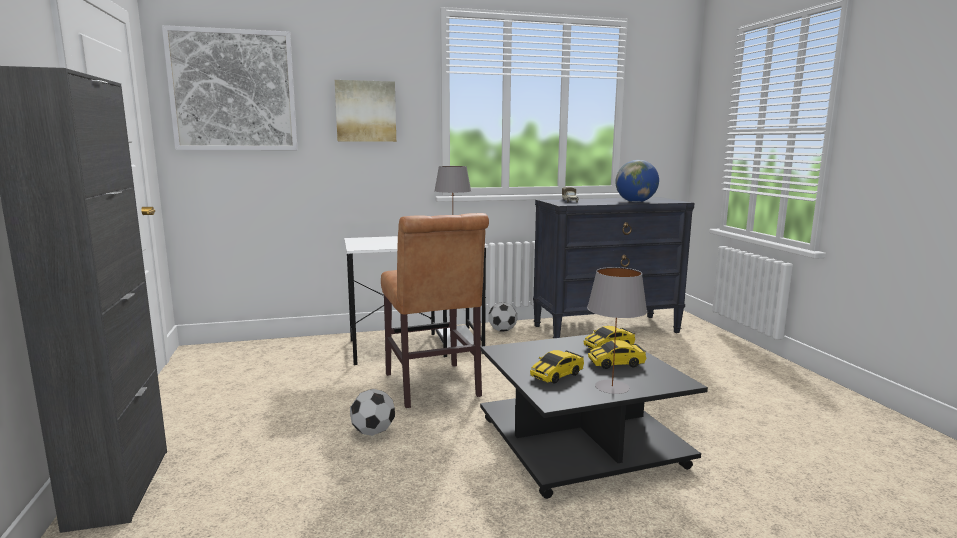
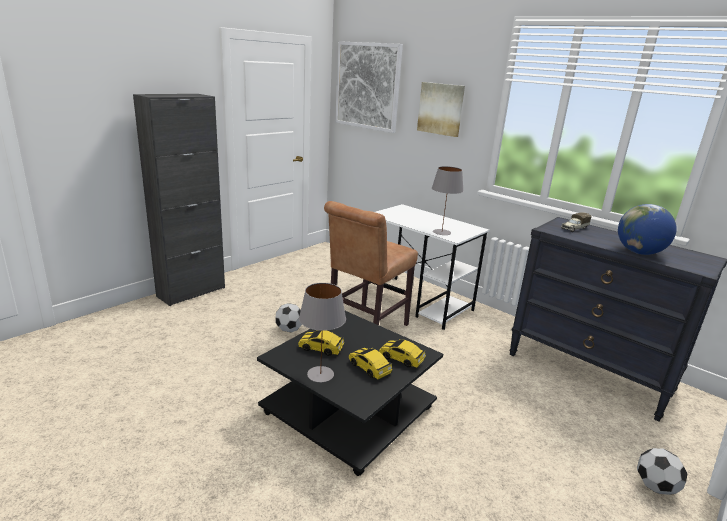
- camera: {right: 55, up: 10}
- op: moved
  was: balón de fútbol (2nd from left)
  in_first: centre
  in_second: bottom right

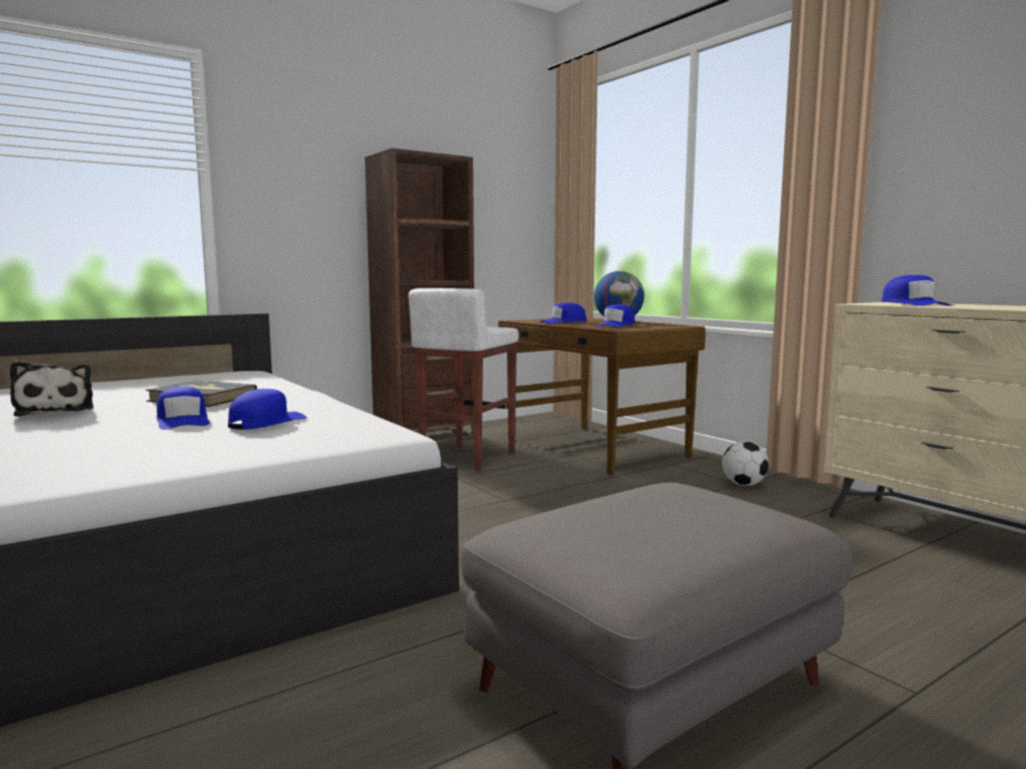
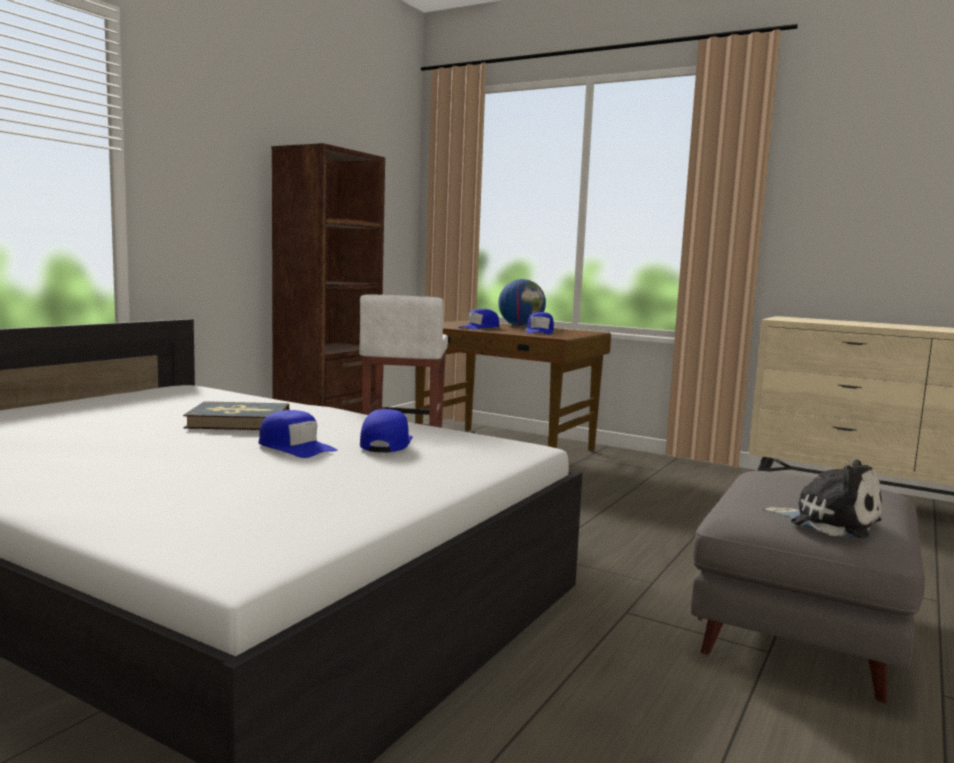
- camera: {right: -25, up: 0}
- op: moved
  was: peluche
  in_first: middle left
  in_second: middle right
- op: removed
  was: balón de fútbol
  in_first: middle right
- op: removed
  was: gorra/azul (5th from left)
  in_first: middle right

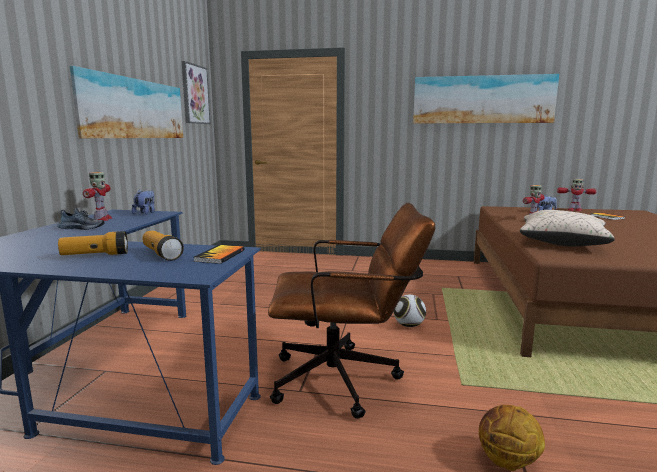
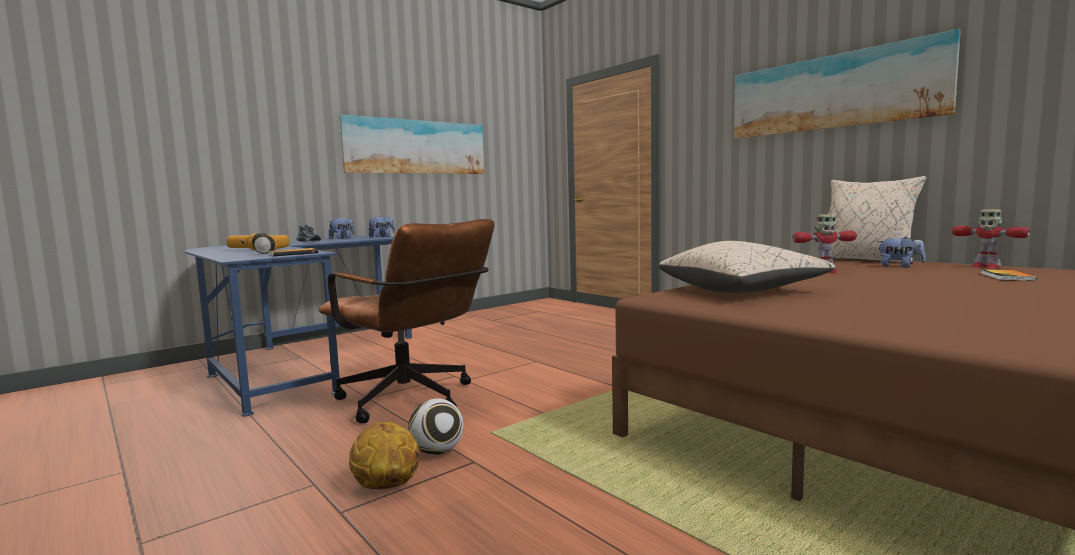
- camera: {right: 40, up: -5}
- op: replaced
  was: robot de juguete (1st from left)
  now: peluche (1st from left)
  in_first: middle left
  in_second: middle left
- op: moved
  was: balón de fútbol
  in_first: centre
  in_second: bottom centre
- op: added
  now: cojín/beis (2nd from left)
  in_second: middle right
- op: removed
  was: cuadro (2nd from left)
  in_first: top left

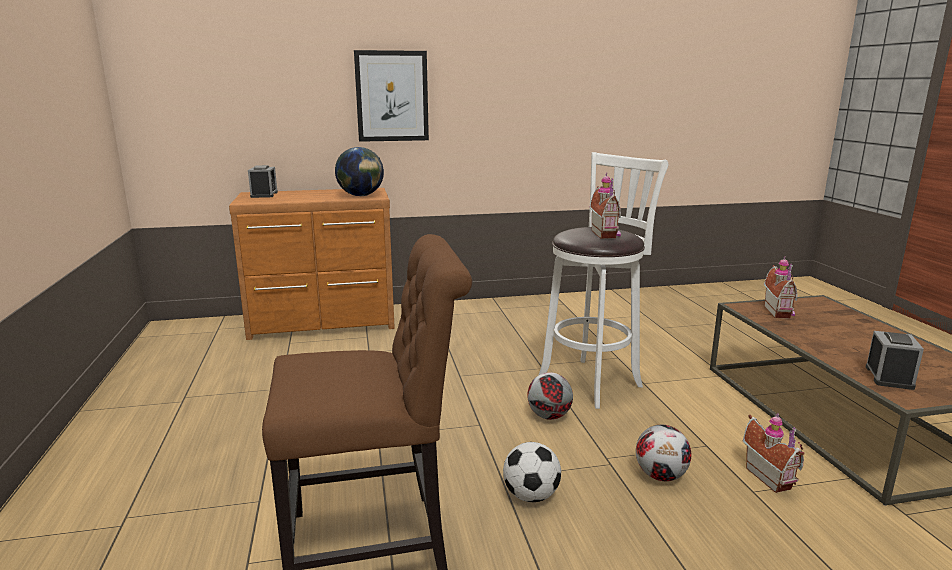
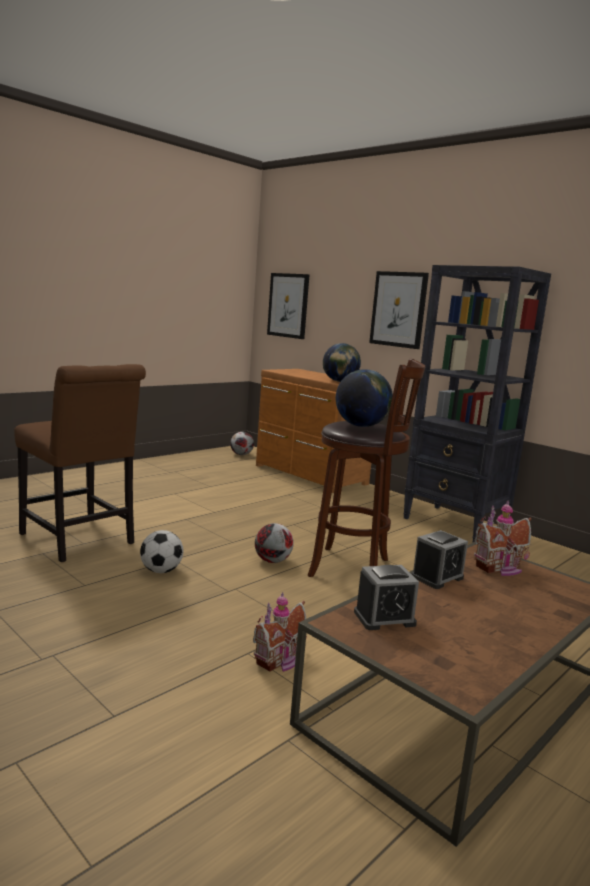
- camera: {right: 55, up: -5}
- op: moved
  was: balón de fútbol (3rd from left in the first image)
  now: balón de fútbol (2nd from left)
  in_first: bottom right
  in_second: centre
- op: added
  now: cuadro (1st from left)
  in_second: centre
- op: recoloured
  was: taburete/blanco
  now: taburete/marrón
  in_first: centre
  in_second: centre
- op: replaced
  was: casita (1st from left)
  now: globo terráqueo (2nd from left)
  in_first: centre
  in_second: centre
- op: added
  now: estantería/negro
  in_second: middle right
- op: moved
  was: despertador (1st from left in the first image)
  now: despertador (2nd from left)
  in_first: top left
  in_second: middle right

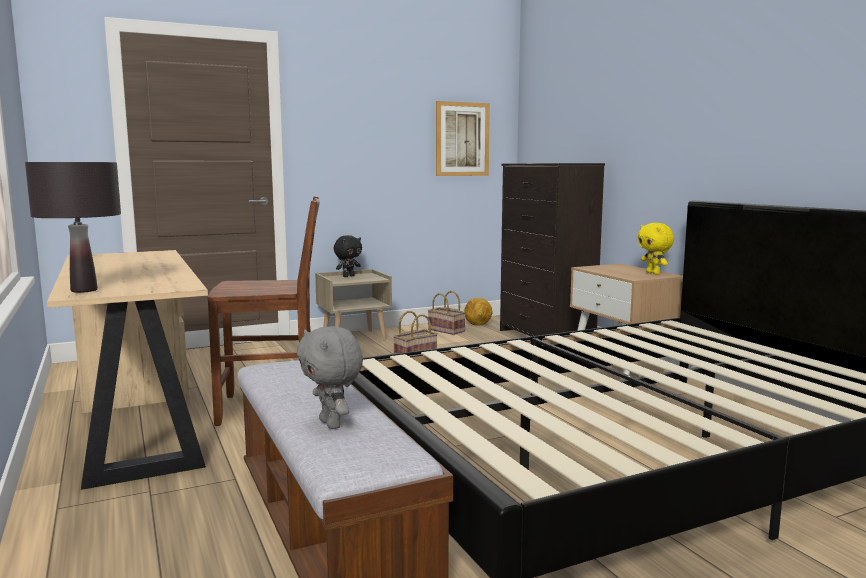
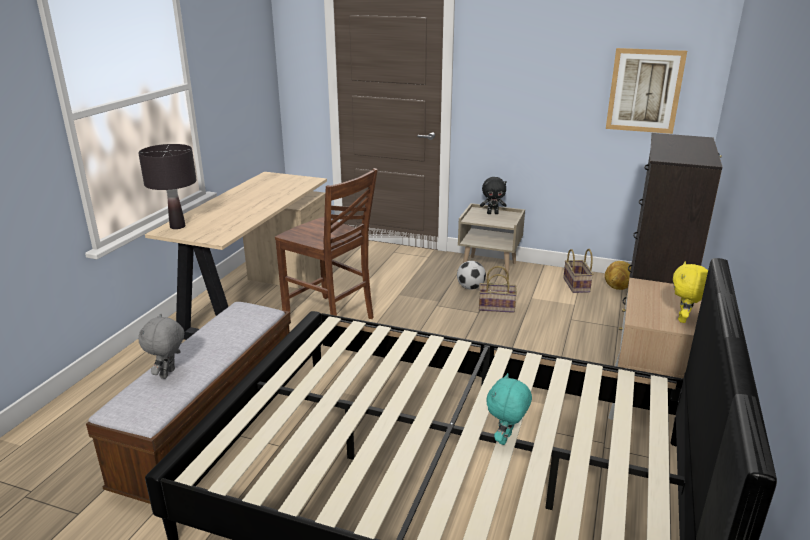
- camera: {right: 45, up: 15}
- op: added
  now: balón de fútbol (1st from left)
  in_second: centre
- op: added
  now: peluche/turquesa
  in_second: bottom centre

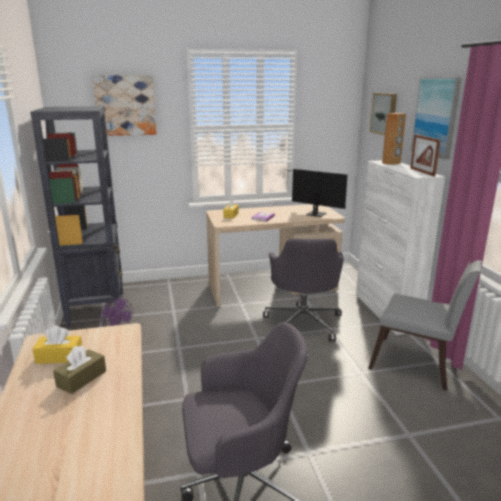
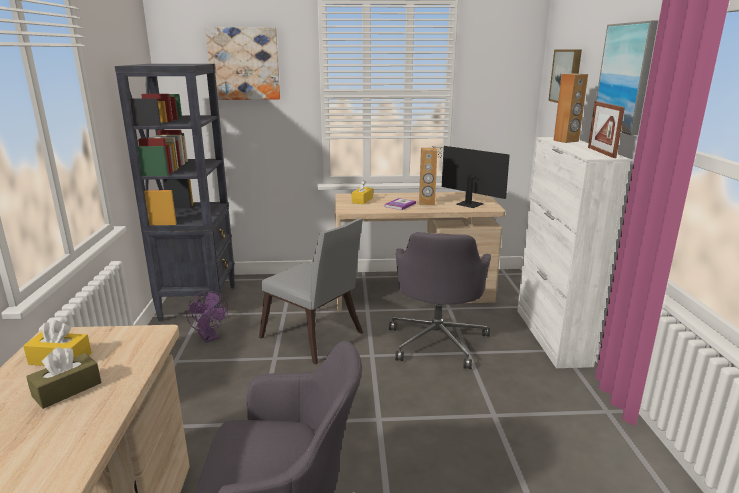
- camera: {right: 10, up: 0}
- op: moved
  was: silla/gris
  in_first: middle right
  in_second: centre
- op: added
  now: altavoz/marrón (1st from left)
  in_second: centre

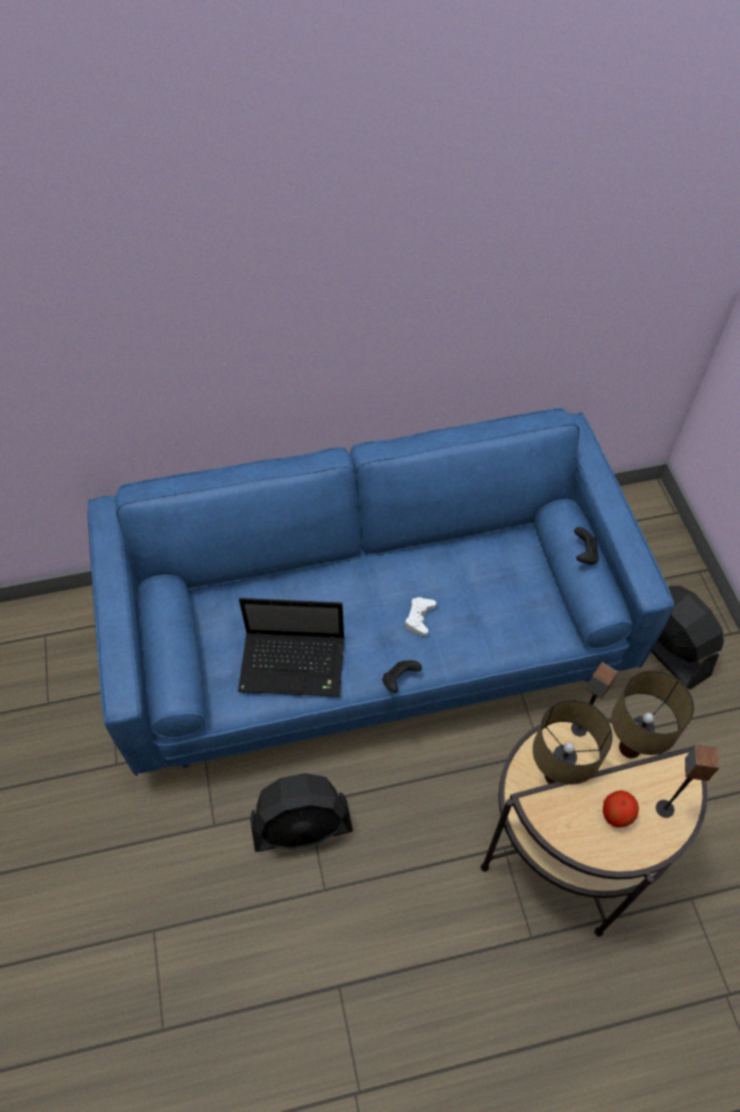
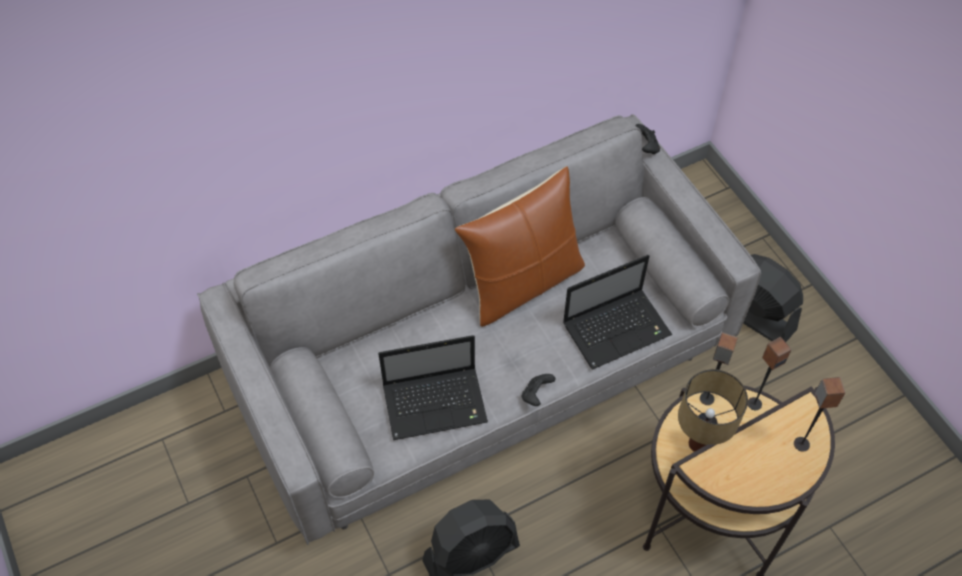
- camera: {right: -15, up: 0}
- op: recoloured
  was: sofá/azul
  now: sofá/gris
  in_first: centre
  in_second: centre
- op: added
  now: cojín/marrón
  in_second: centre
- op: added
  now: portátil (2nd from left)
  in_second: centre
- op: moved
  was: mando de consola/negro (2nd from left)
  in_first: middle right
  in_second: top right
- op: replaced
  was: lámpara de mesa (2nd from left)
  now: altavoz (2nd from left)
  in_first: middle right
  in_second: middle right
- op: removed
  was: mando de consola/blanco
  in_first: centre
- op: removed
  was: manzana
  in_first: bottom right

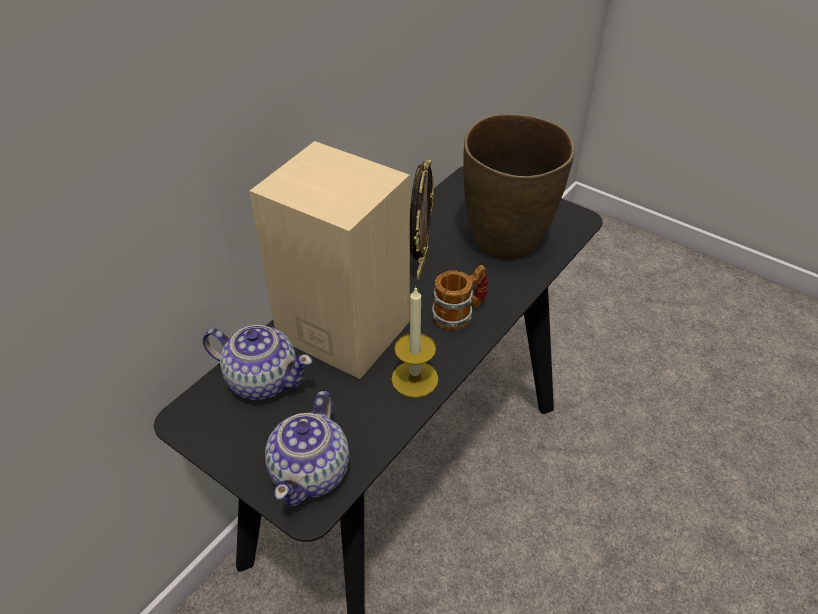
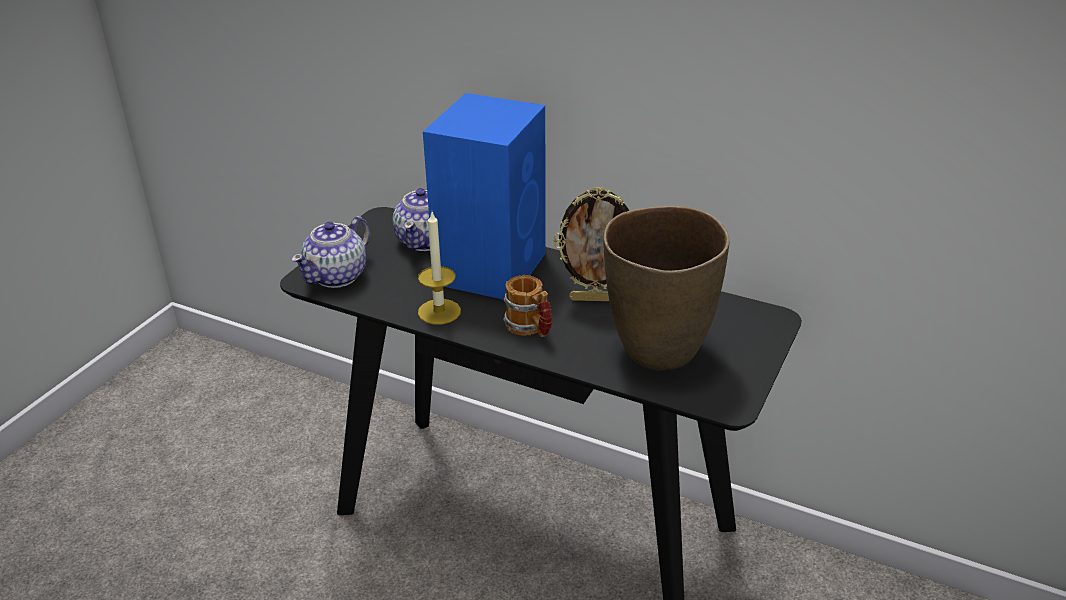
- camera: {right: 80, up: -10}
- op: turned
  was: tetera (2nd from left in the first image)
  in_first: bottom centre
  in_second: middle left
  clockwise: -60
- op: recoloured
  was: altavoz/beis
  now: altavoz/azul
  in_first: centre
  in_second: top centre

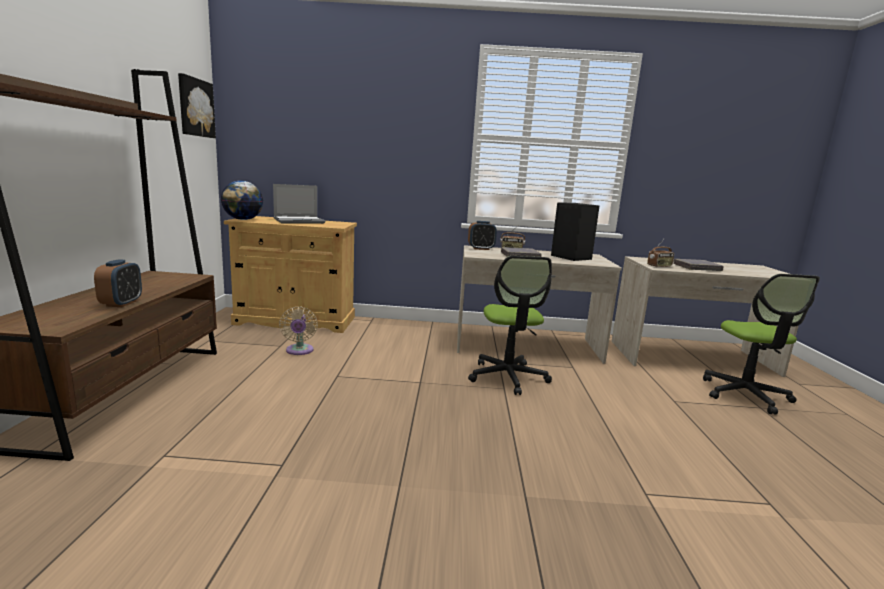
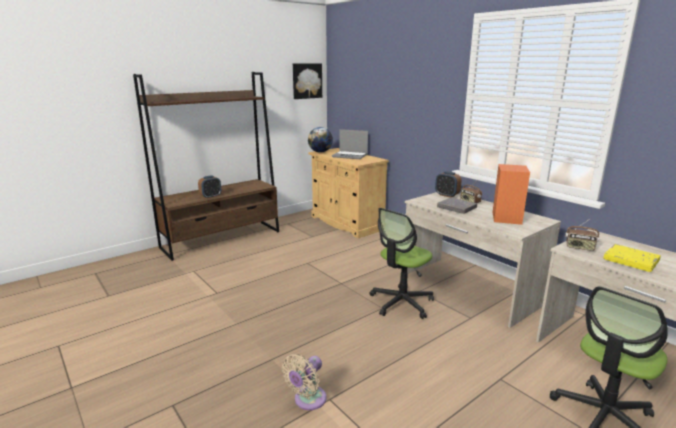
- camera: {right: 50, up: 5}
- op: moved
  was: ventilador/beis
  in_first: centre
  in_second: bottom centre
- op: recoloured
  was: altavoz/negro
  now: altavoz/naranja
  in_first: centre
  in_second: middle right
- op: recoloured
  was: libro/gris (2nd from left)
  now: libro/amarillo
  in_first: middle right
  in_second: middle right

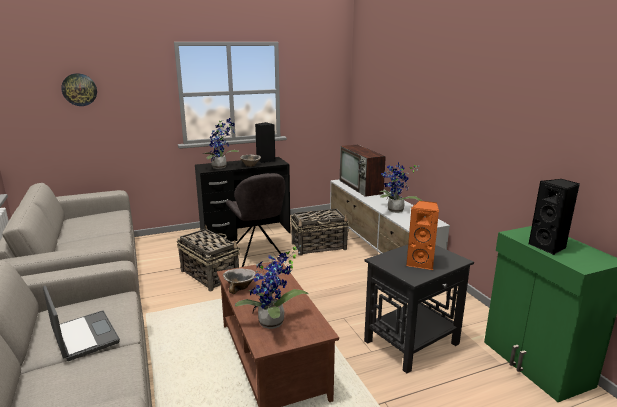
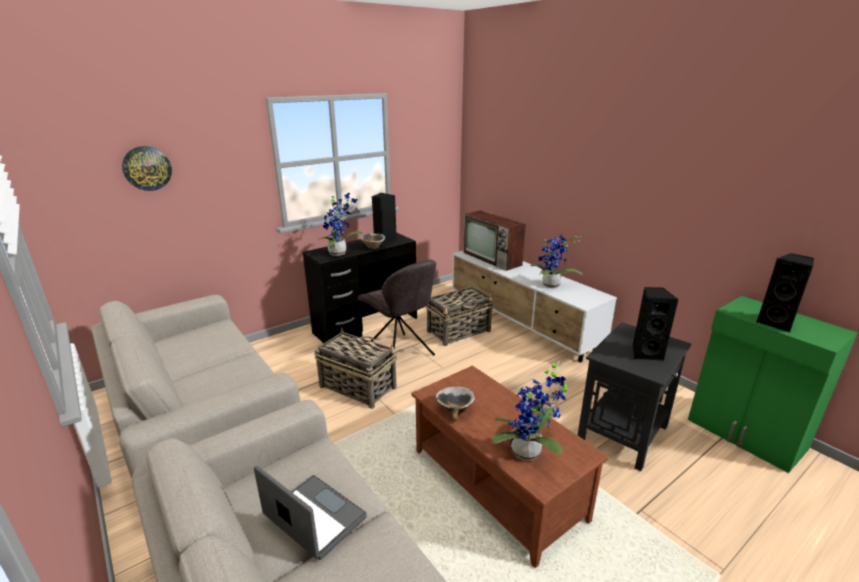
- camera: {right: -15, up: 5}
- op: recoloured
  was: altavoz/naranja
  now: altavoz/negro (2nd from left)
  in_first: middle right
  in_second: middle right

